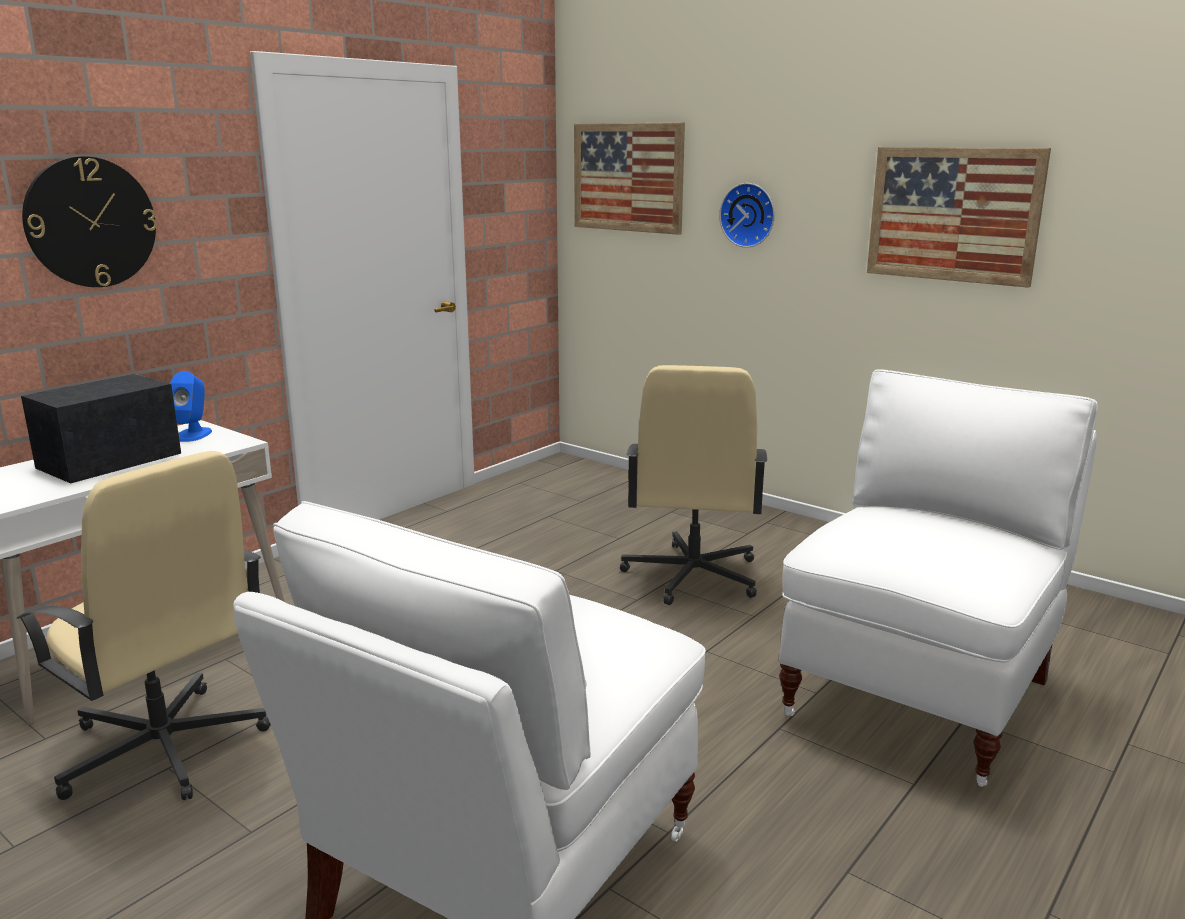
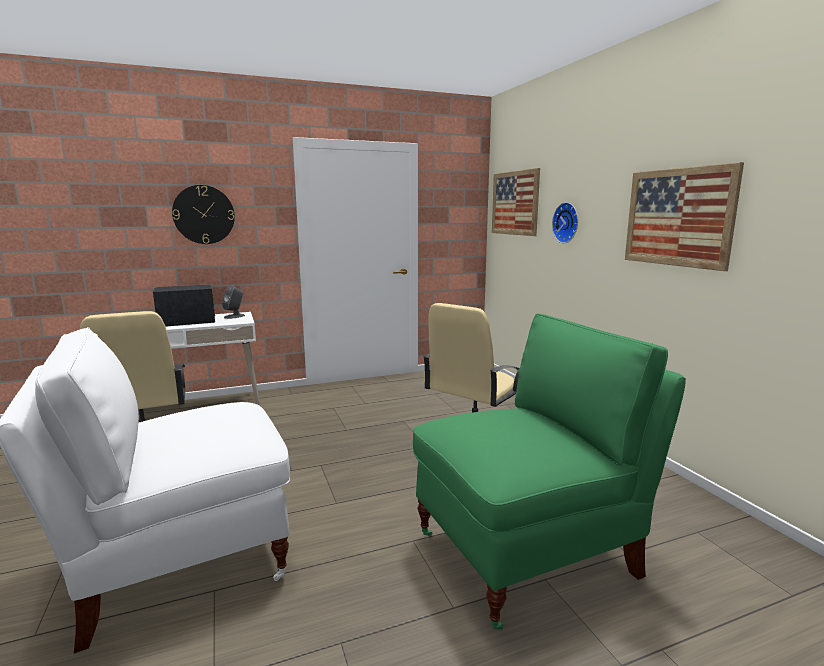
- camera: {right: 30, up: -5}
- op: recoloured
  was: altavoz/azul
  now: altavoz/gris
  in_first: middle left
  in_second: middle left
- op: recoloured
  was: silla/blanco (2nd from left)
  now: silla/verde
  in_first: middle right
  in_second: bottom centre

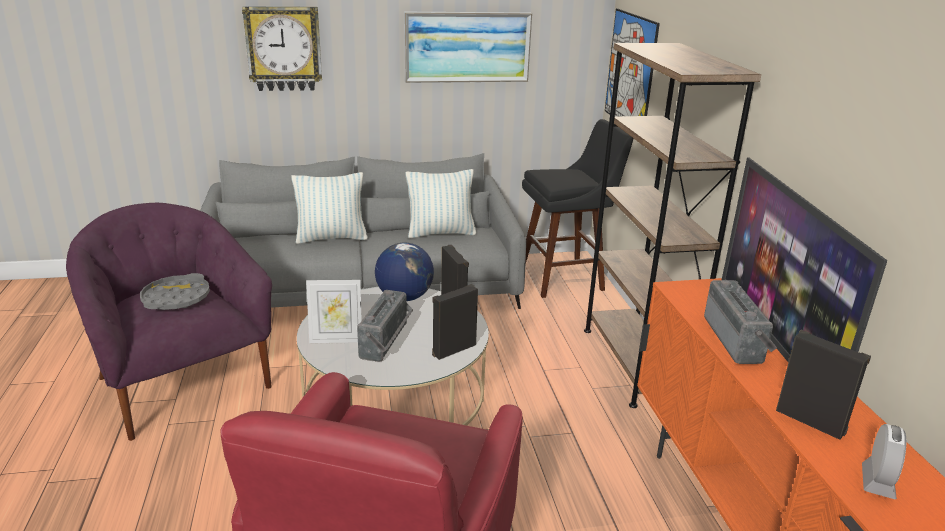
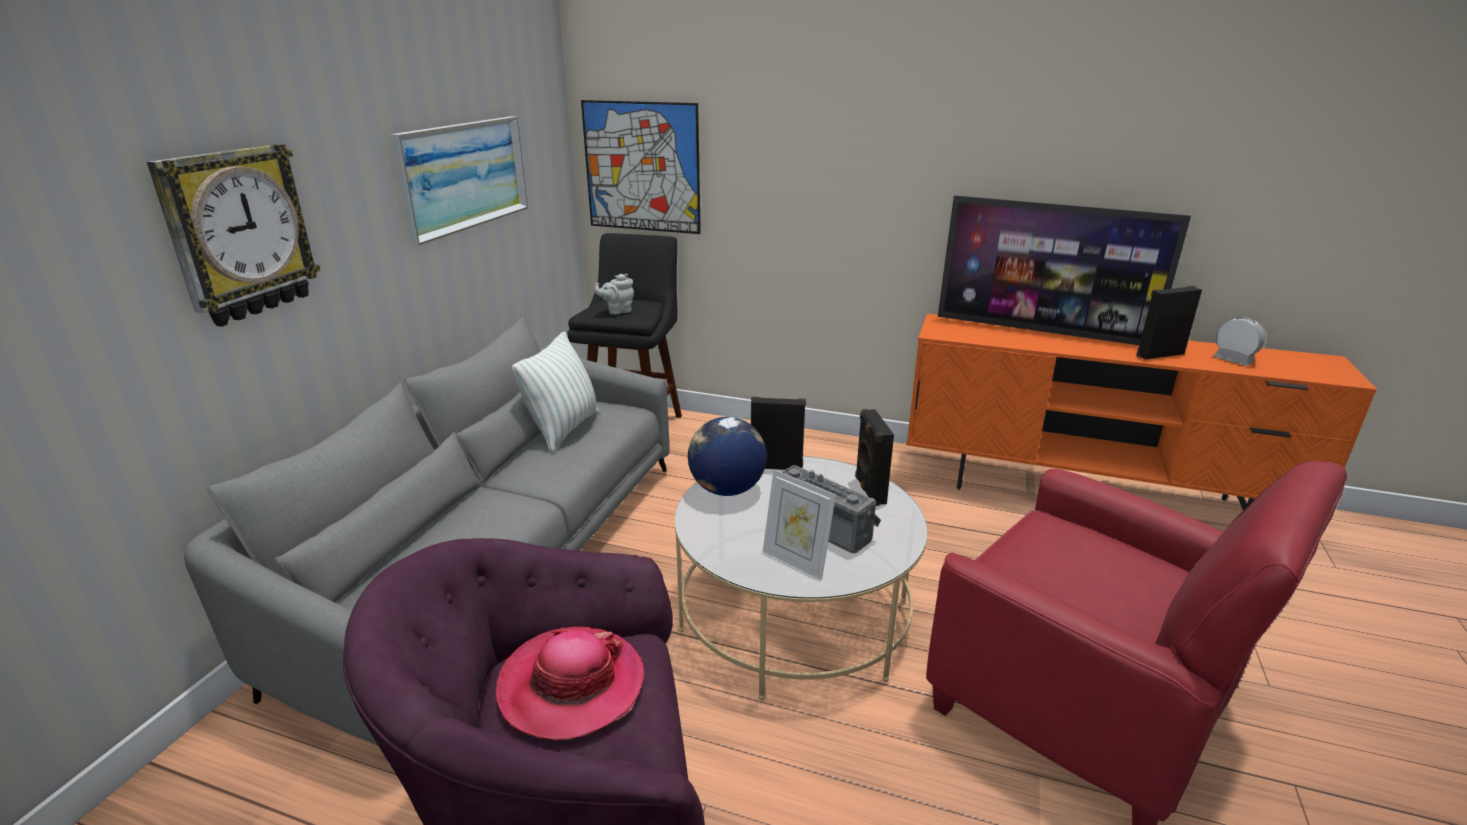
- camera: {right: -60, up: 0}
- op: replaced
  was: bandeja/gris
  now: sombrero
  in_first: middle left
  in_second: bottom centre
- op: added
  now: tetera/gris
  in_second: centre
- op: turned
  was: portarretratos
  in_first: centre
  in_second: centre
  clockwise: 105
- op: removed
  was: cojín (1st from left)
  in_first: centre
- op: removed
  was: estantería/marrón
  in_first: middle right
- op: removed
  was: radio (2nd from left)
  in_first: middle right

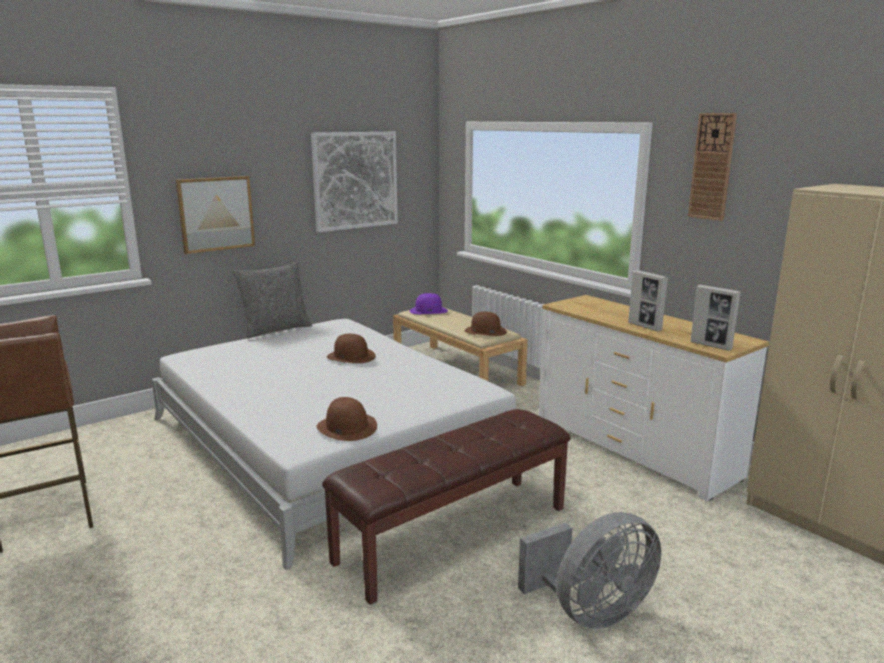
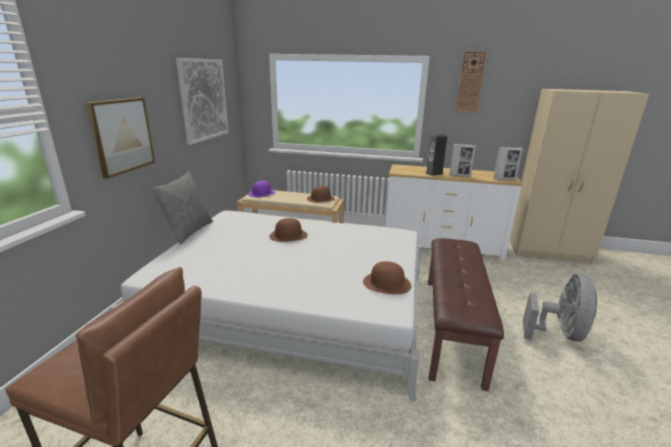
- camera: {right: -40, up: 5}
- op: added
  now: altavoz
  in_second: centre

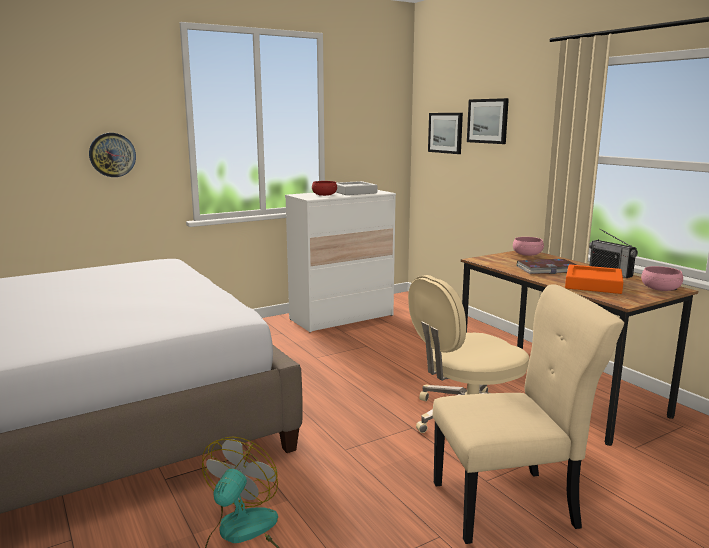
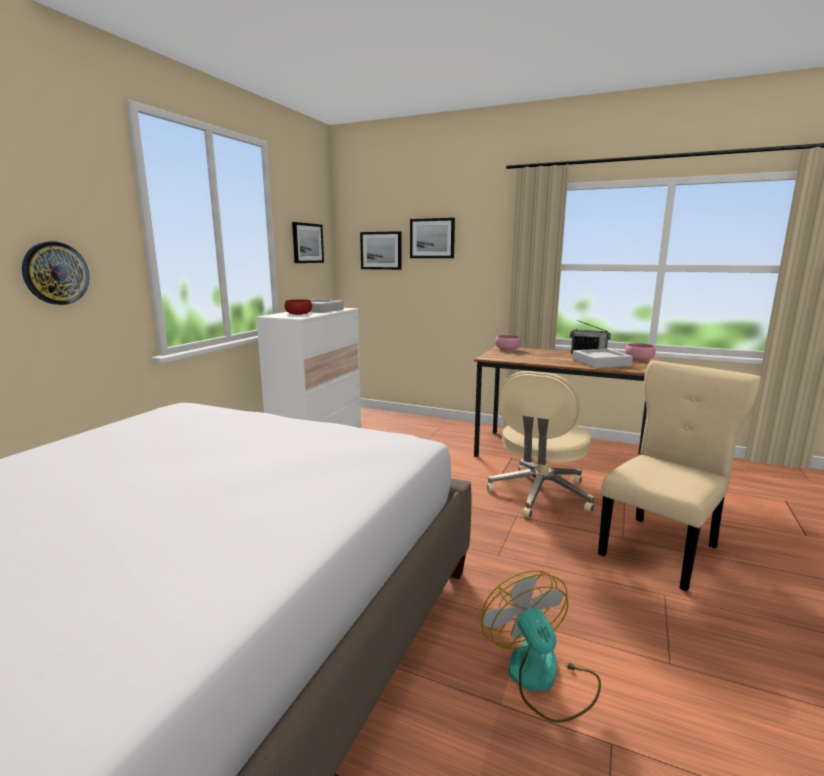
- camera: {right: -35, up: 0}
- op: added
  now: cuadro (1st from left)
  in_second: top centre
- op: recoloured
  was: bandeja/naranja
  now: bandeja/gris (2nd from left)
  in_first: middle right
  in_second: middle right
- op: removed
  was: libro
  in_first: middle right

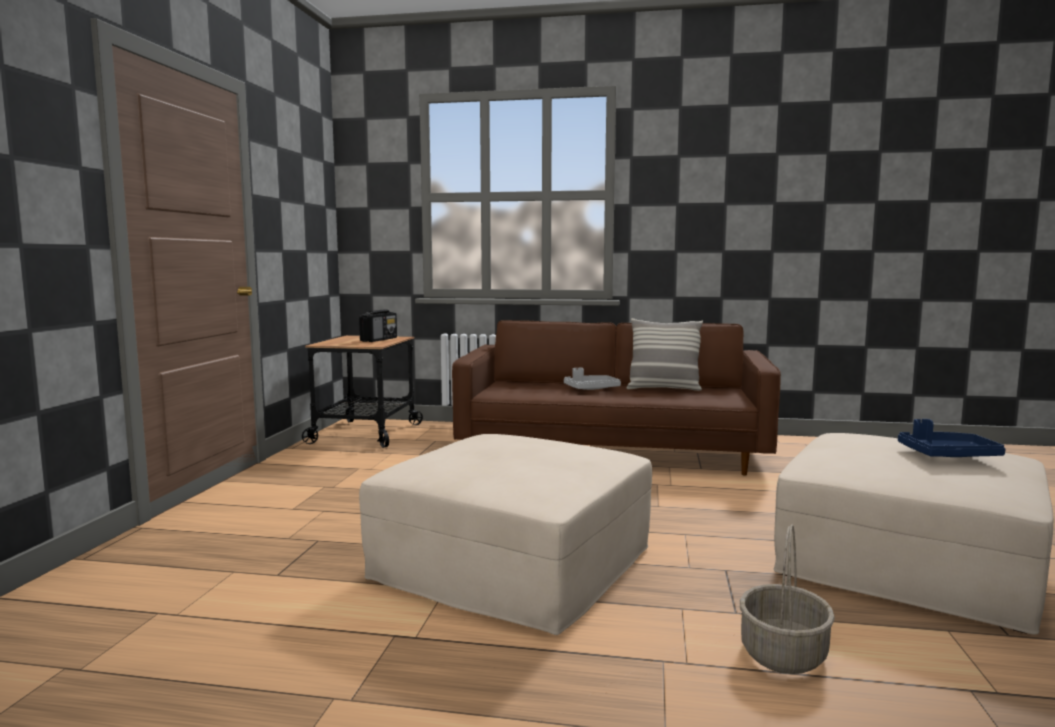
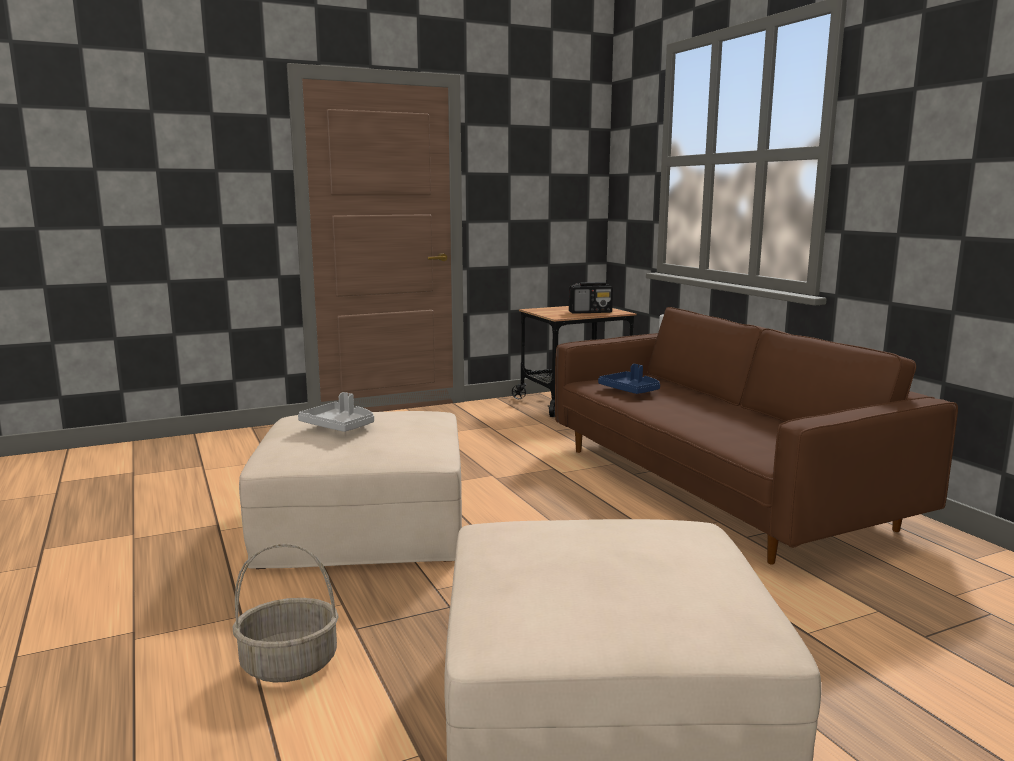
- camera: {right: 55, up: 5}
- op: moved
  was: bandeja/gris
  in_first: centre
  in_second: middle left
- op: moved
  was: bandeja/azul
  in_first: middle right
  in_second: centre
- op: removed
  was: cojín
  in_first: centre

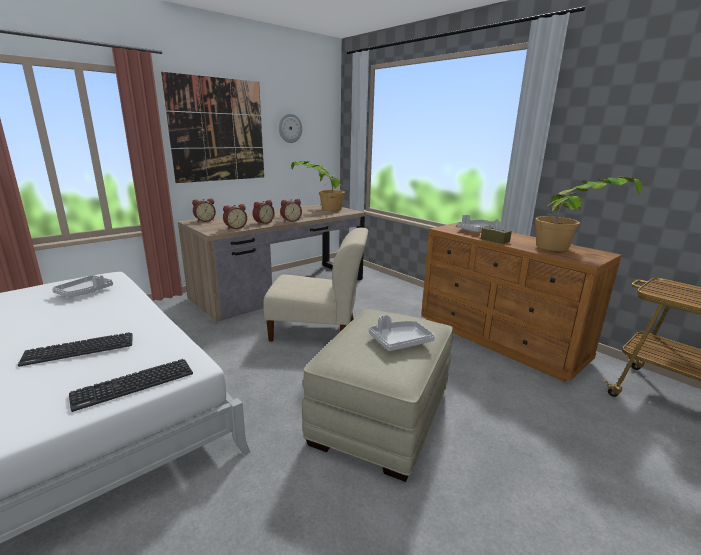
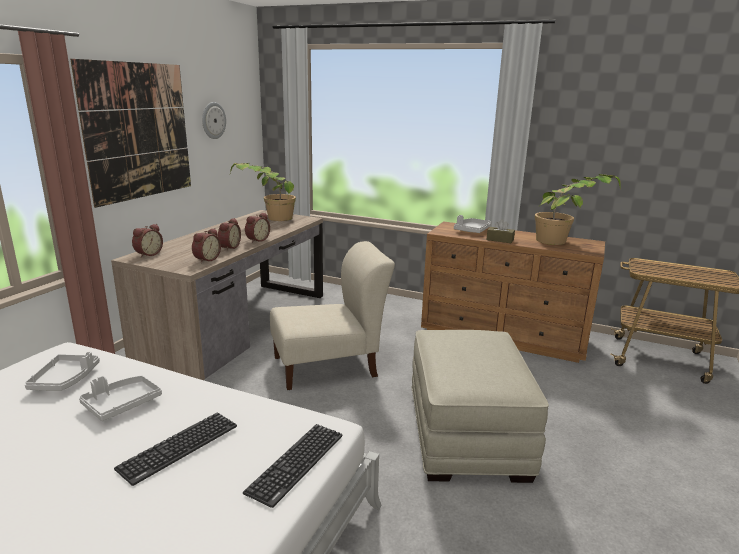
- camera: {right: -25, up: 0}
- op: moved
  was: bandeja/gris (2nd from left)
  in_first: centre
  in_second: bottom left

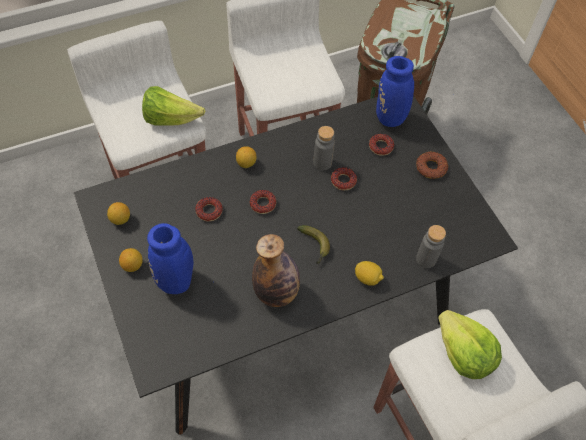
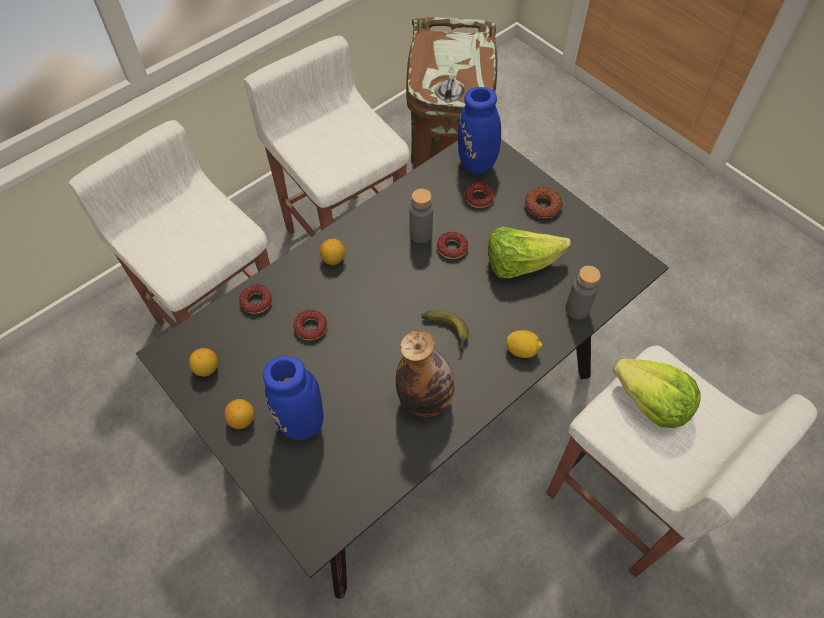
- camera: {right: -15, up: 0}
- op: moved
  was: rosquilla (2nd from left in the first image)
  now: rosquilla (1st from left)
  in_first: centre
  in_second: middle left
- op: moved
  was: lechuga (1st from left)
  in_first: top left
  in_second: centre

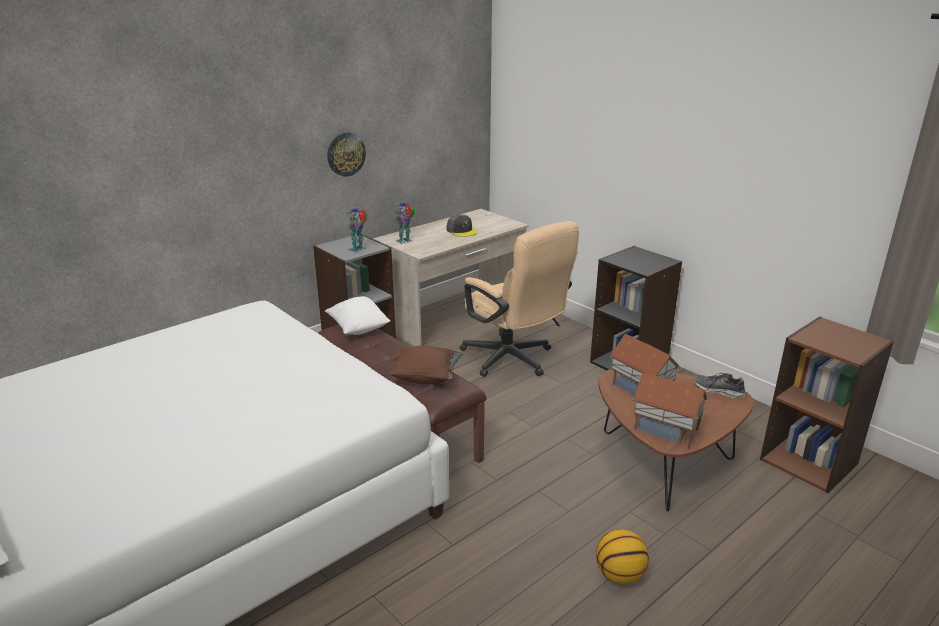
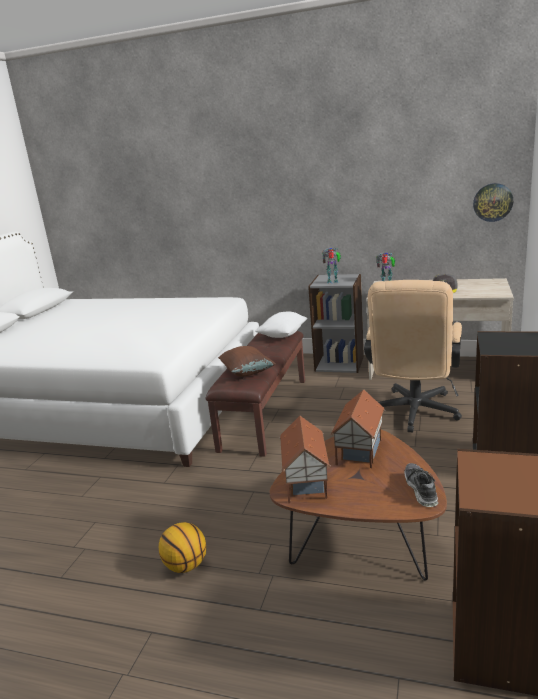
- camera: {right: 60, up: -5}
- op: moved
  was: reloj de pared
  in_first: top centre
  in_second: top right

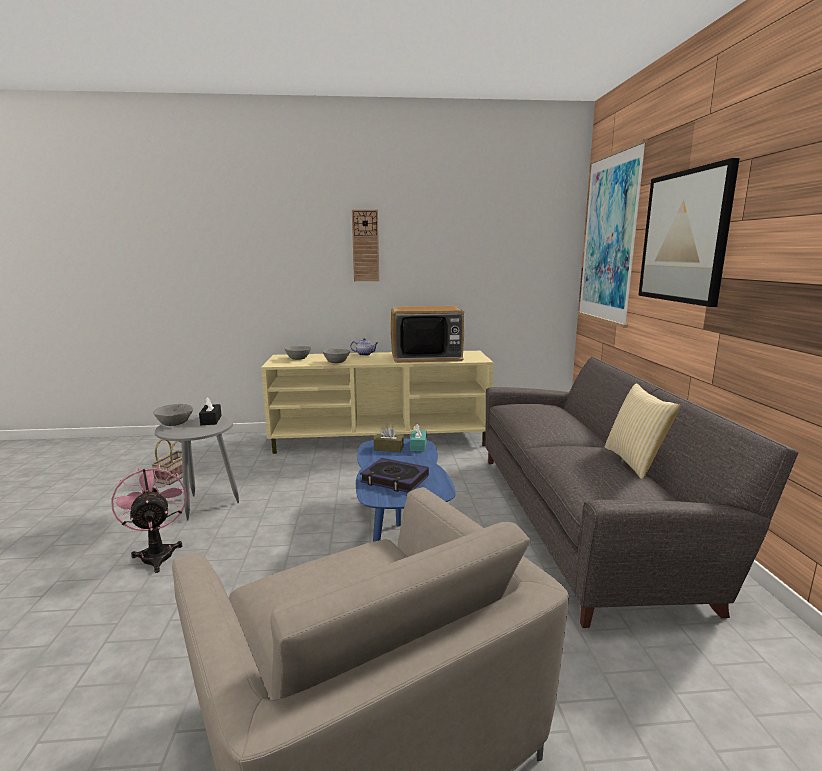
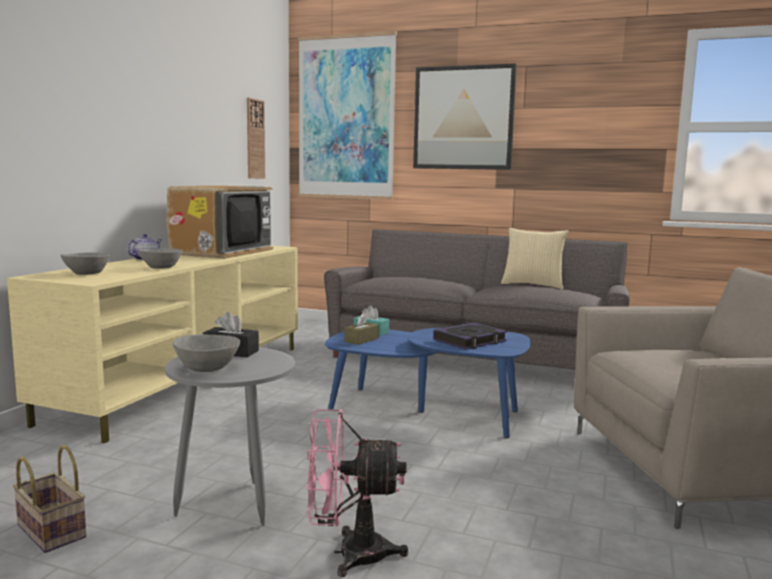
- camera: {right: -65, up: -5}
- op: moved
  was: reloj de pared
  in_first: top centre
  in_second: top left

